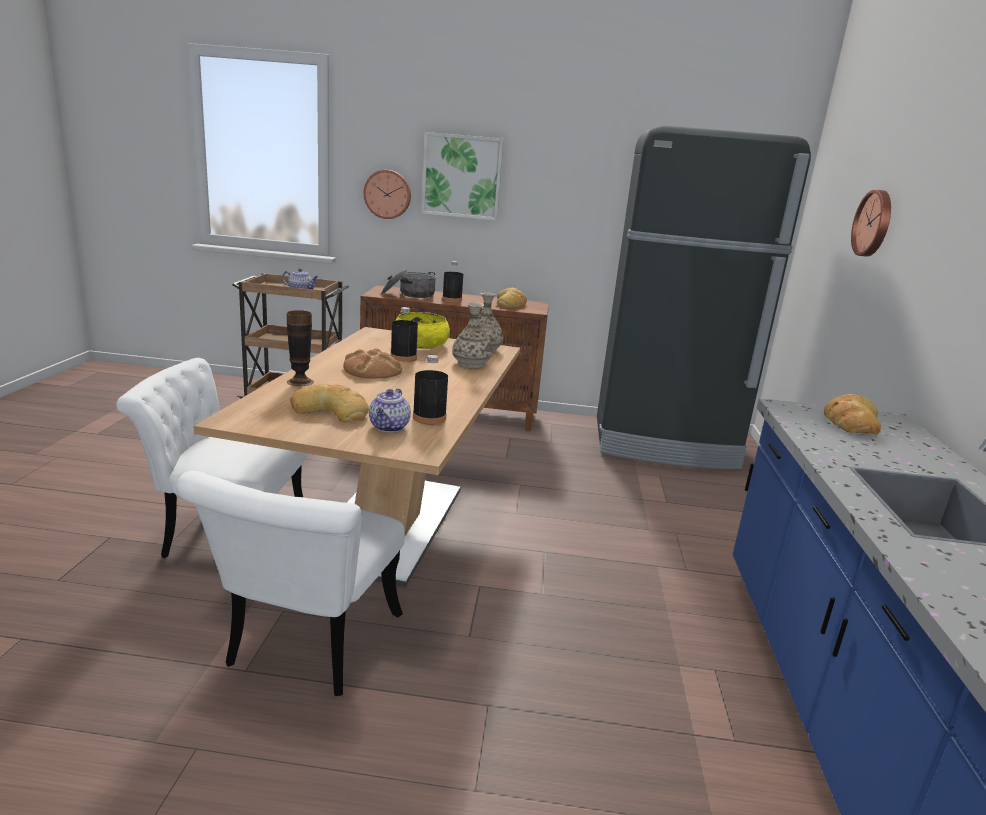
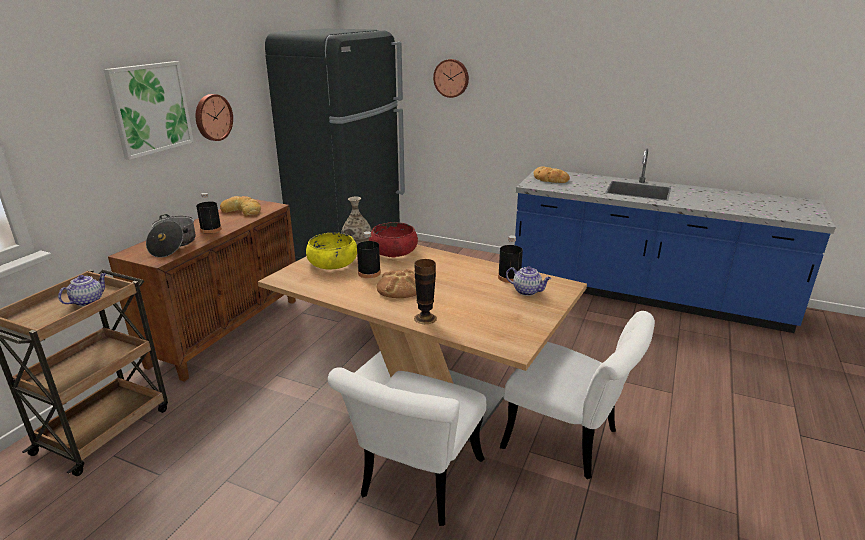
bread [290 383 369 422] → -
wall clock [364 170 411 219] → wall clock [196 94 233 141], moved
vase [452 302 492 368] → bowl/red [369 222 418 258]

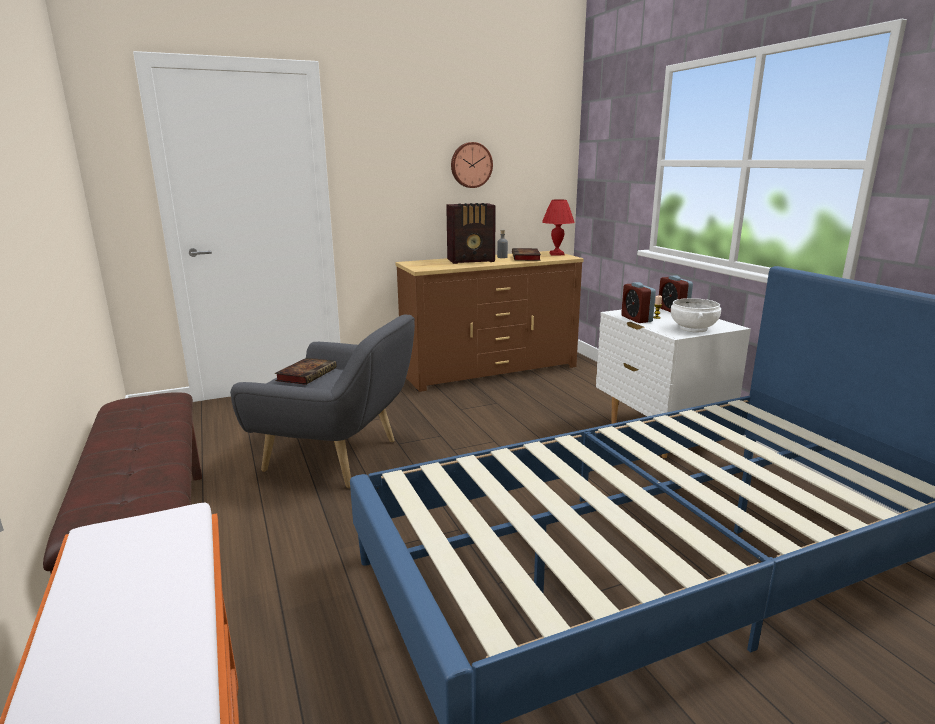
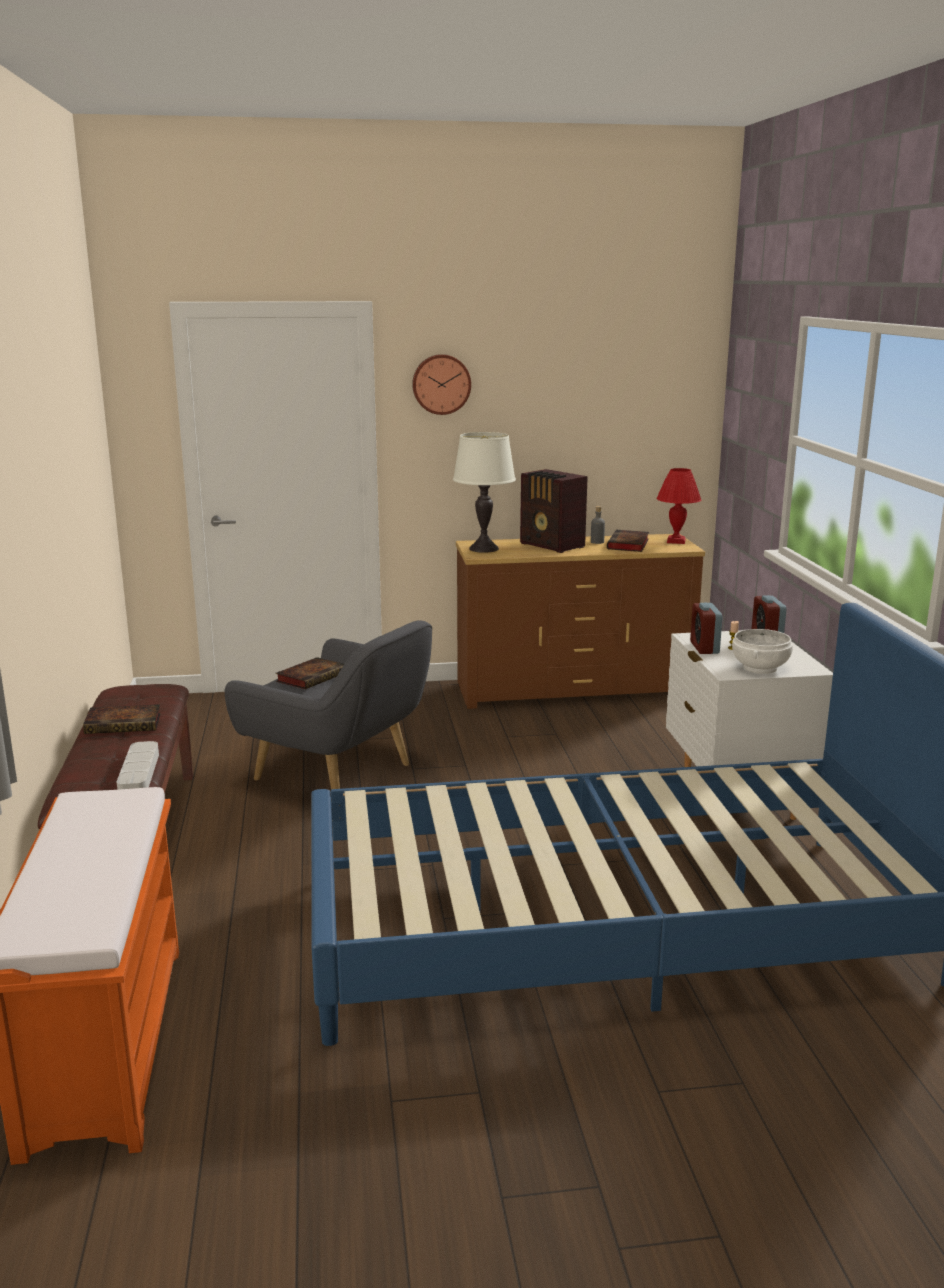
- → book [83 704 161 734]
- → tray/grey [117 741 159 790]
- → table lamp/white [453 432 516 553]
wall clock [451 142 493 188] → wall clock [412 354 471 415], moved
radio [446 203 496 264] → radio [520 469 588 553], 45 degrees clockwise

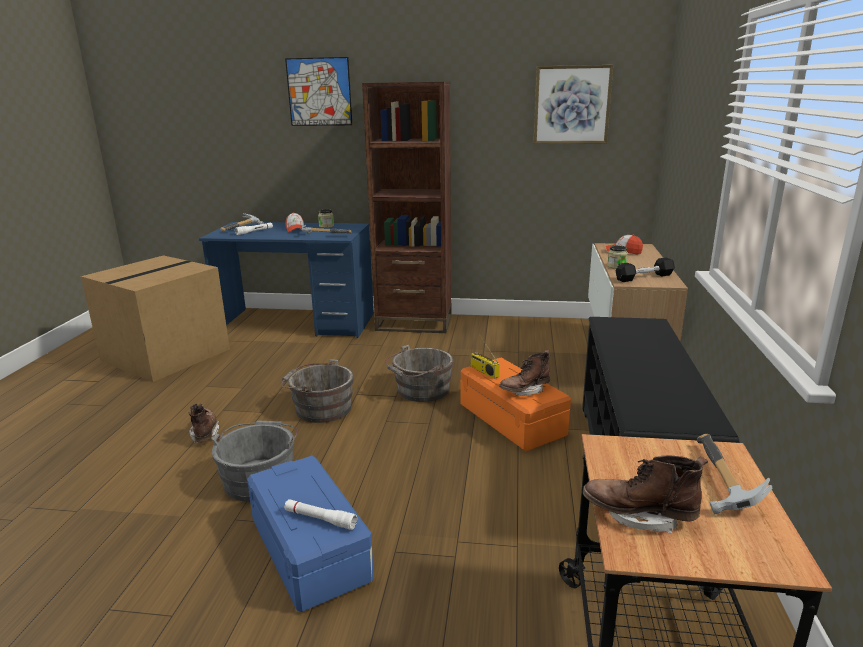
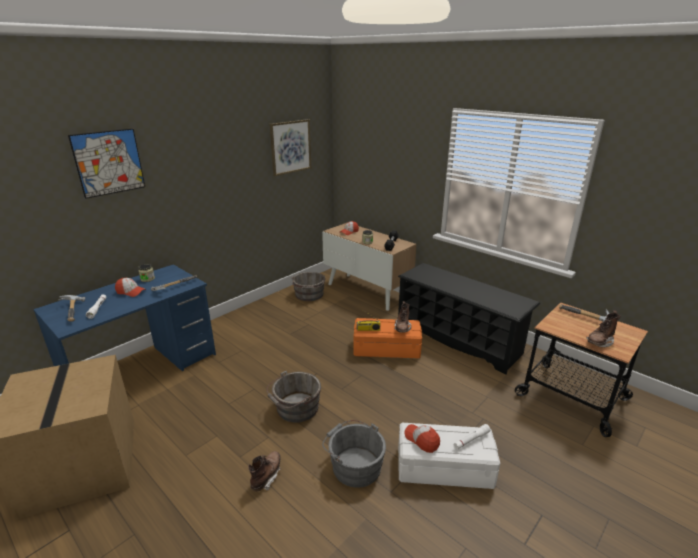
bookcase/brown [362 82 452 333] → -
- → cap [404 424 440 453]
bucket/grey [385 345 454 402] → bucket/grey [292 272 326 301], moved
storage box/blue [247 456 374 612] → storage box/white [398 423 500 489]
boot/brown [189 404 220 443] → boot/brown [248 451 281 491], 90 degrees clockwise

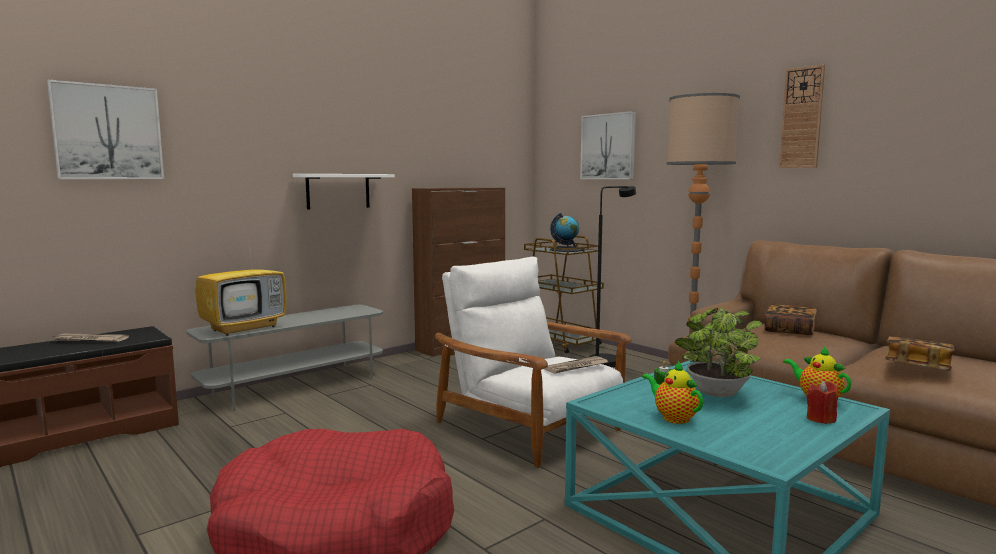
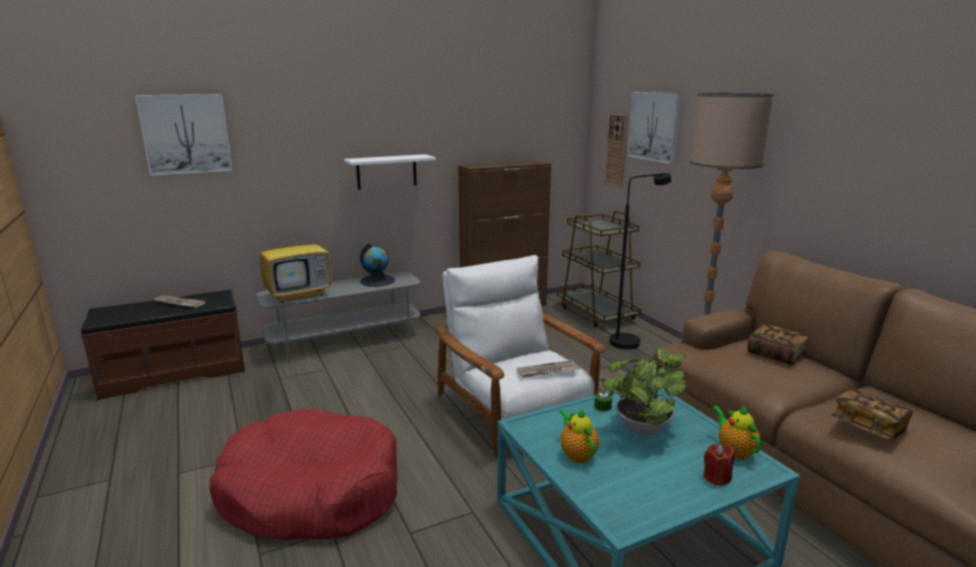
globe [550 213 583 252] → globe [360 244 395 287], moved
wall clock [779 64 825 168] → wall clock [605 114 628 188], moved

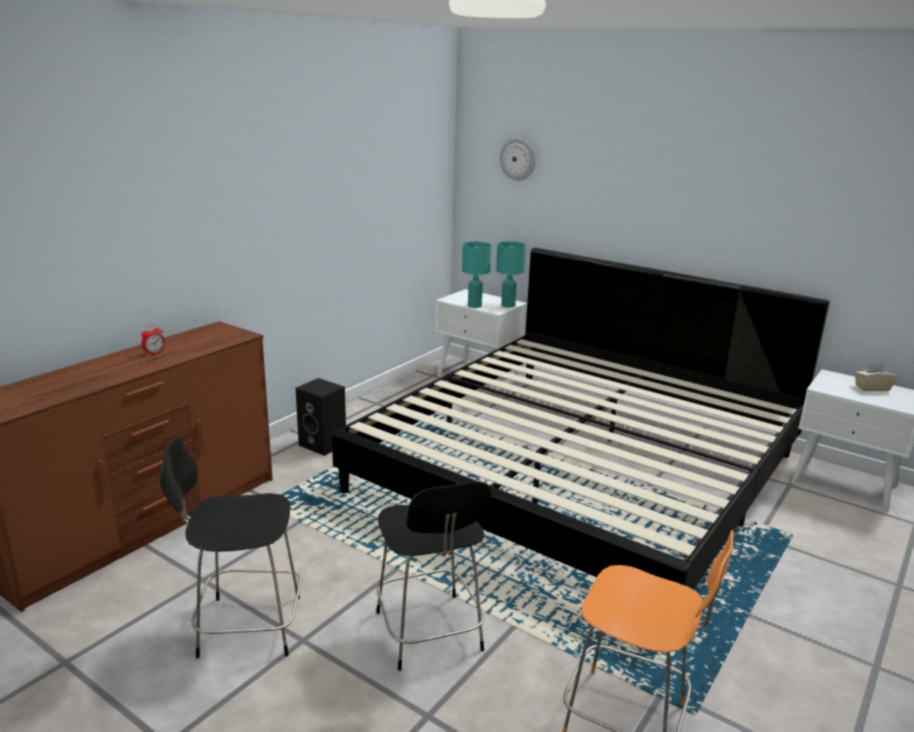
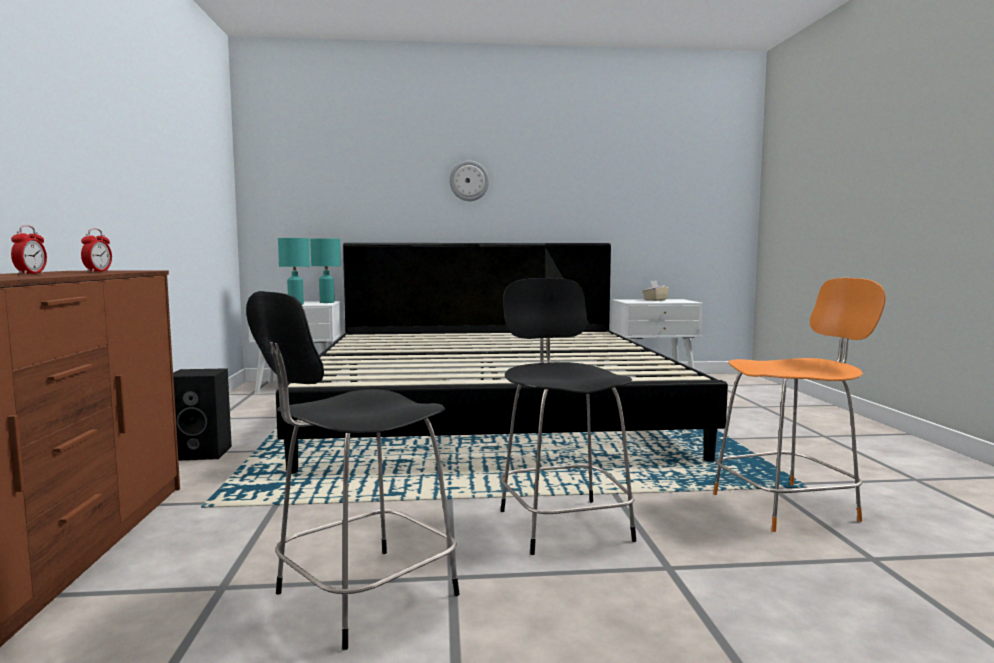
- → alarm clock [81 229 112 272]
wall clock [500 138 536 181] → wall clock [449 160 489 201], moved
chair/black [376 481 492 671] → chair/black [500 278 636 555], 135 degrees counterclockwise

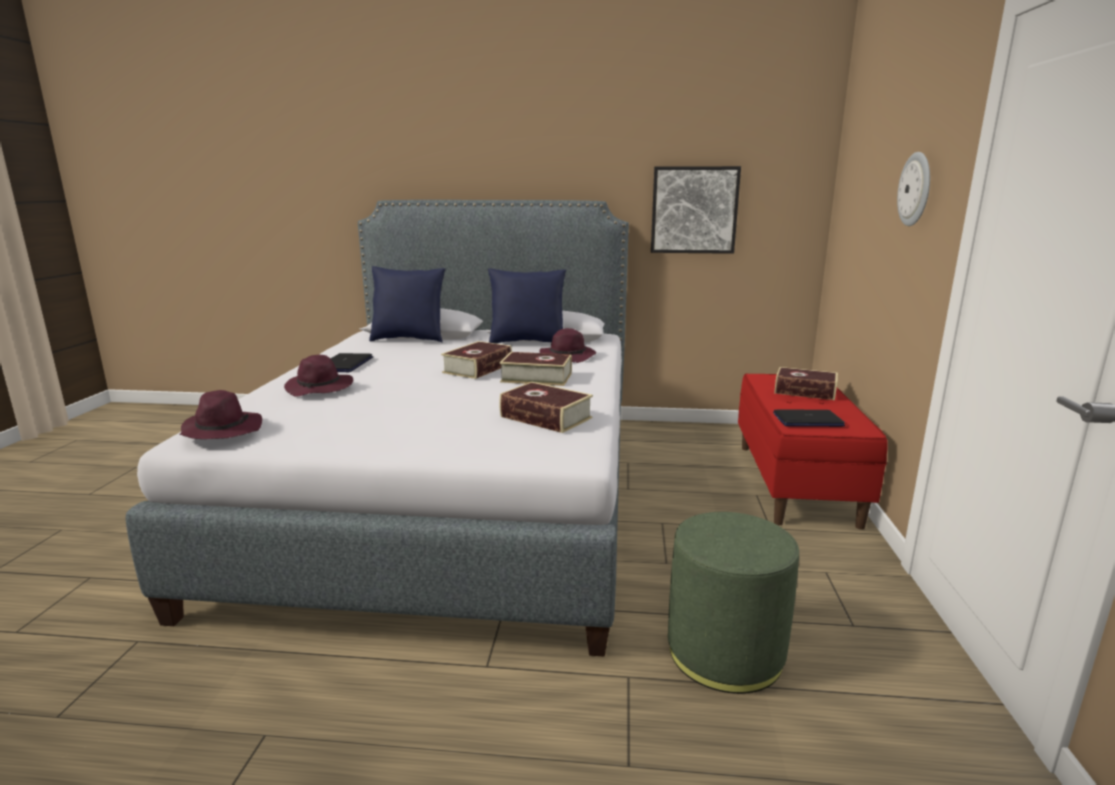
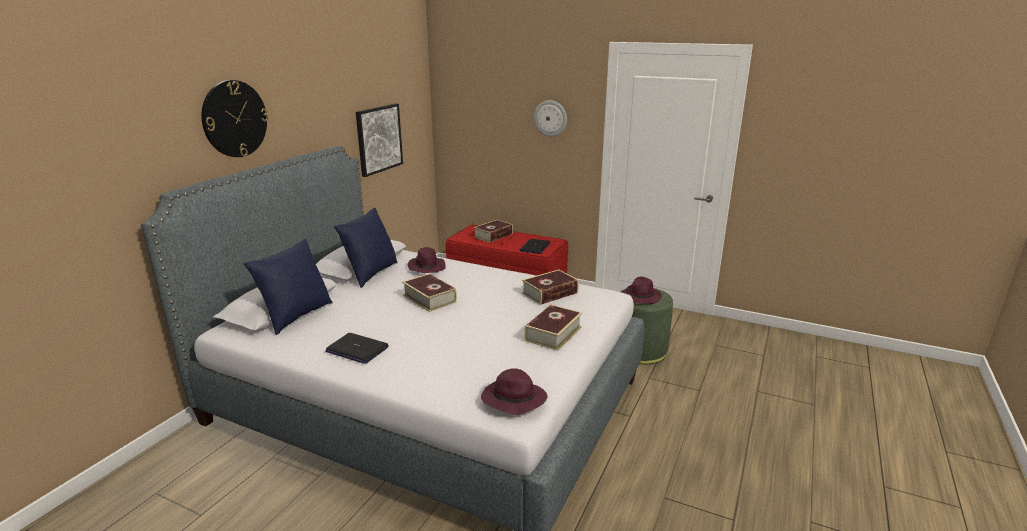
- → wall clock [201 80 268 157]
hat/purple [284 355 353 397] → hat/purple [621 276 662 304], moved
book [499 352 572 386] → book [524 305 582 351], moved

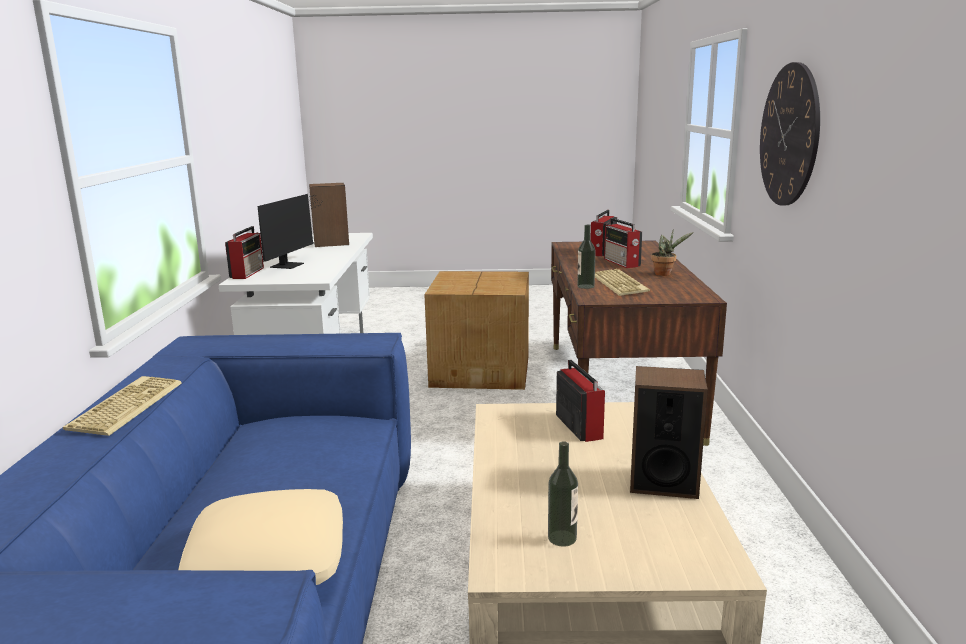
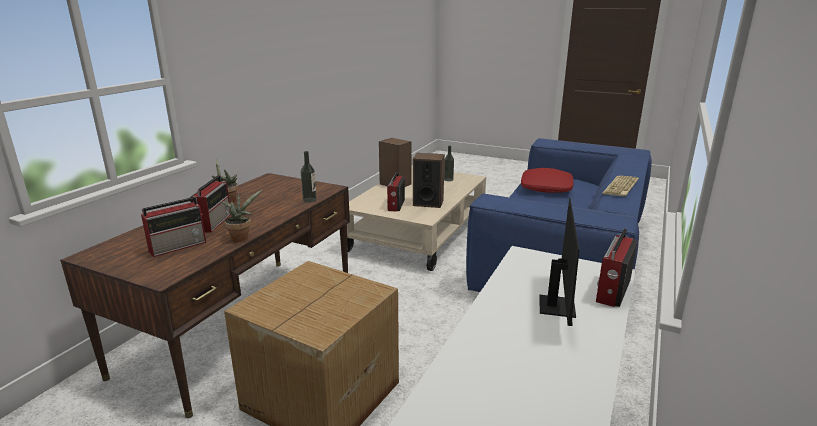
keyboard [595 269 650 296] → -
wall clock [760 62 820 206] → -
- → potted plant [220 190 262 242]
speaker [309 183 349 247] → speaker [413 153 445 208], moved
pillow/beige [178 489 343 585] → pillow/red [521 168 574 193]
monitor [257 194 321 269] → monitor [540 197 579 326], 150 degrees clockwise

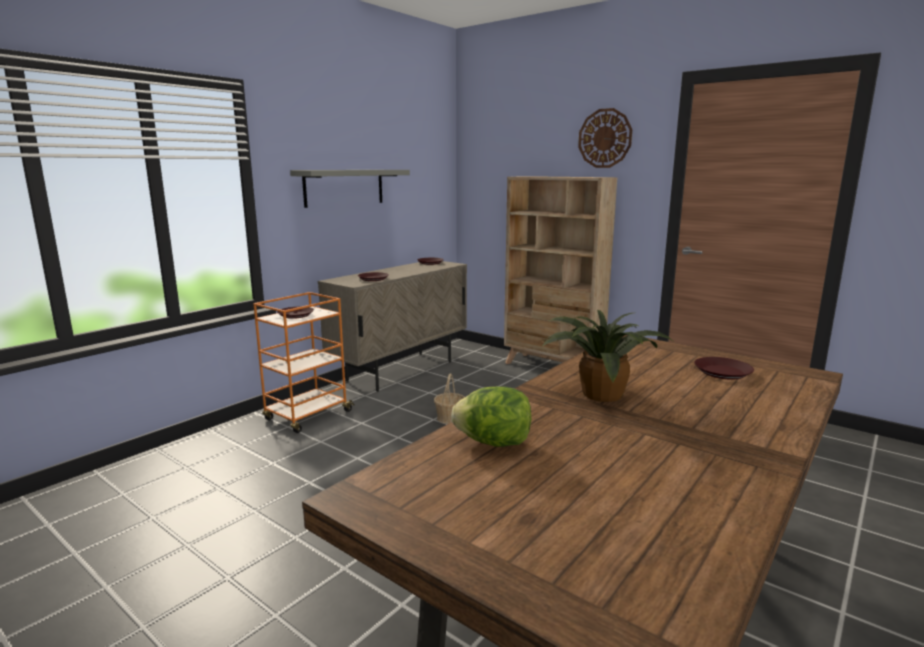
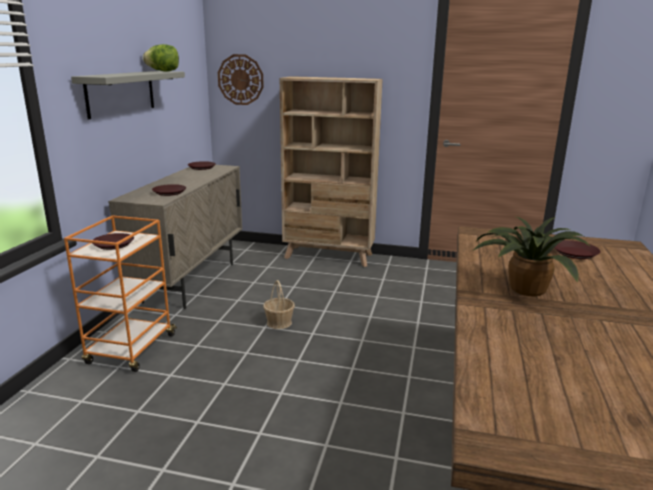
lettuce [451 387 531 447] → lettuce [143 44 179 71], moved
wall clock [578 108 632 168] → wall clock [218 54 264 105], moved

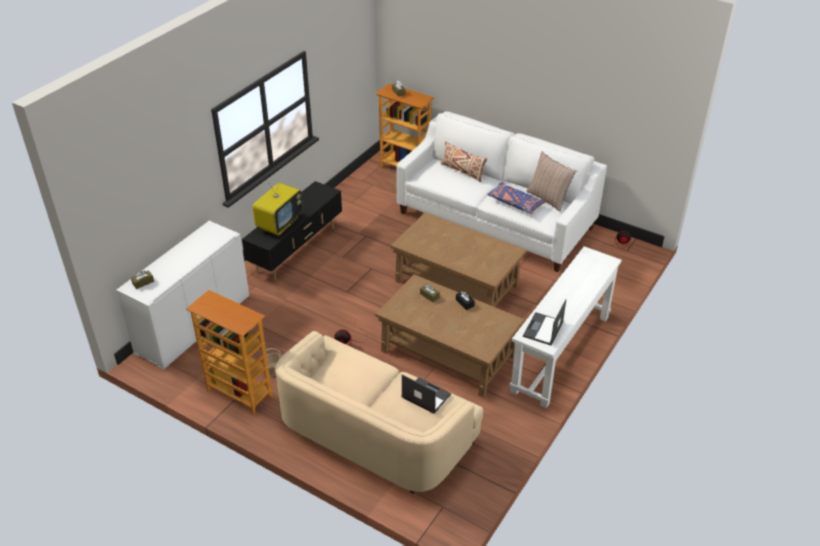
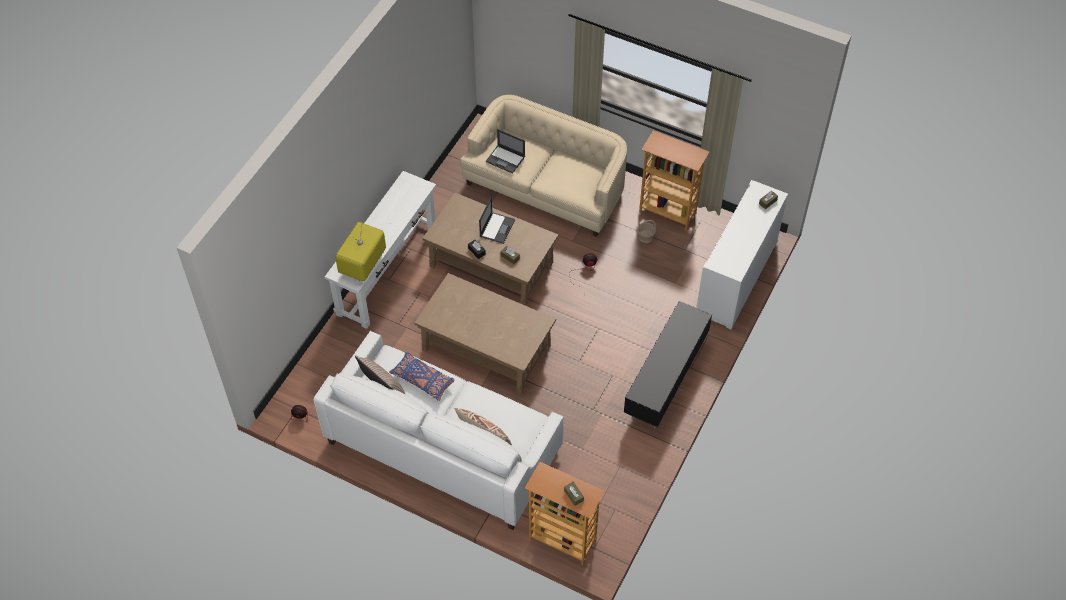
television [252 174 303 236] → television [335 222 386 281], moved
laptop [523 299 566 346] → laptop [479 197 515 244], moved

